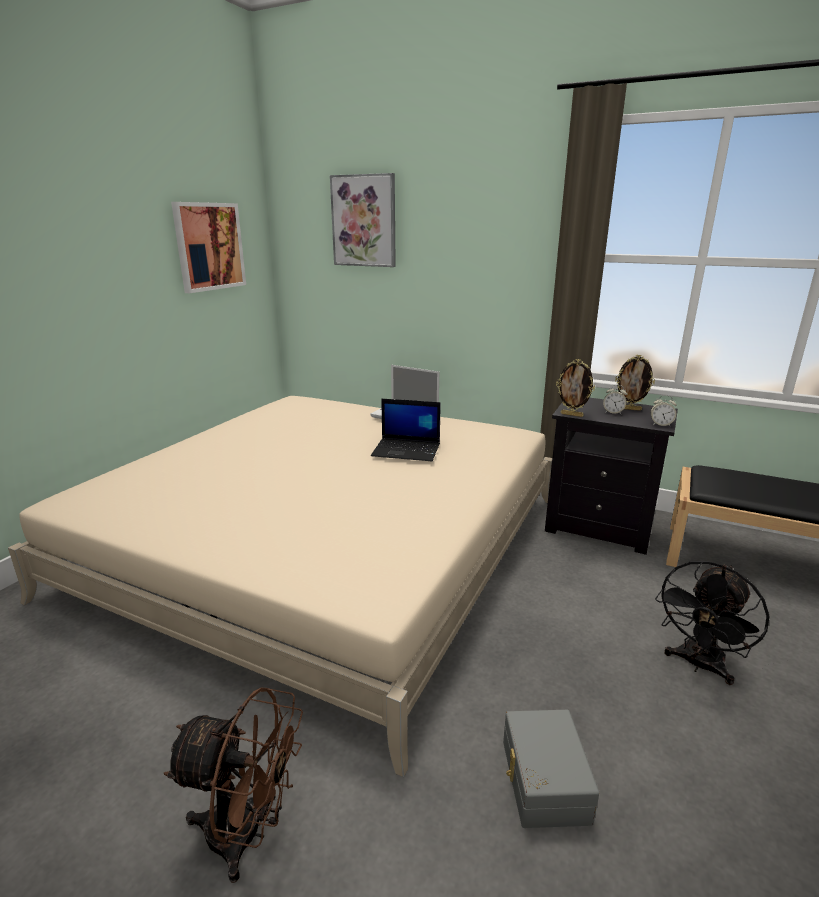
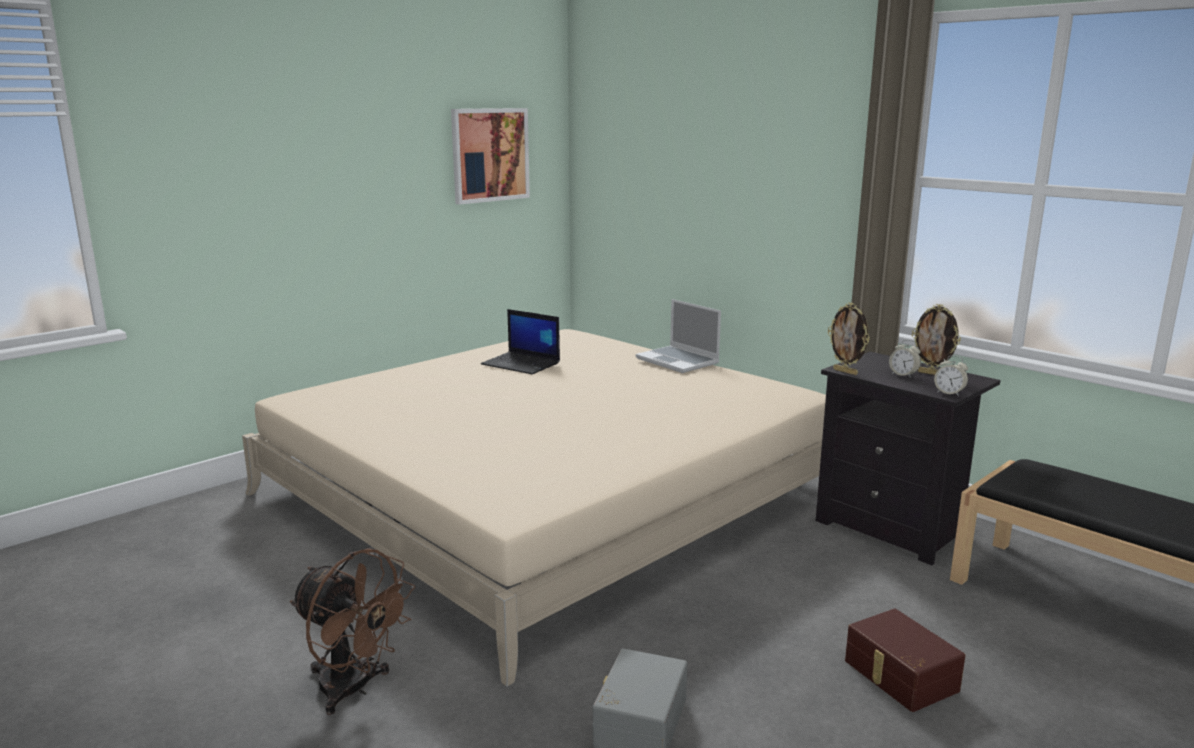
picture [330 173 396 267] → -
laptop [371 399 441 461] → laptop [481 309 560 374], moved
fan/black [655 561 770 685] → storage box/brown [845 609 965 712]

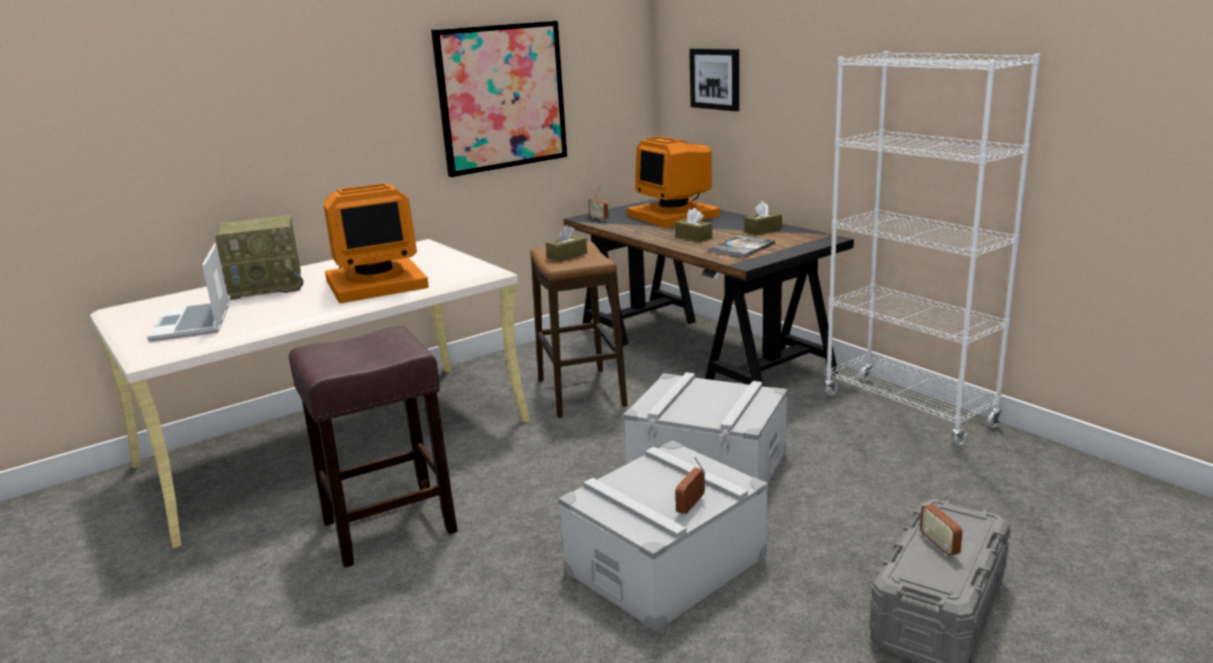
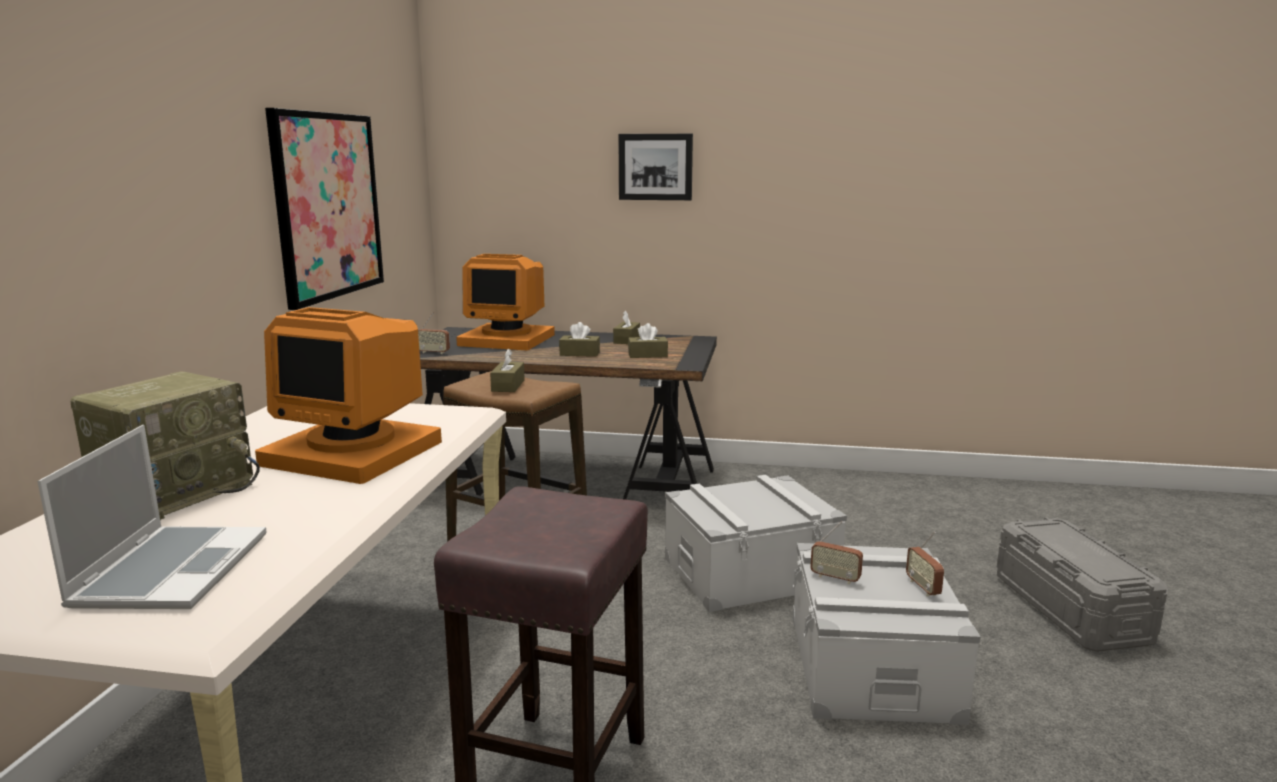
bookcase/white [825 51 1040 446] → -
picture [689 48 739 111] → picture [619 134 693 200], moved
radio [920 491 963 556] → radio [810 521 863 584], moved
book [707 236 775 257] → tissue box/brown [628 323 668 358]
laptop [147 243 230 342] → laptop [37 425 267 609], 120 degrees counterclockwise
monitor [323 183 429 303] → monitor [255 307 442 484], 90 degrees clockwise

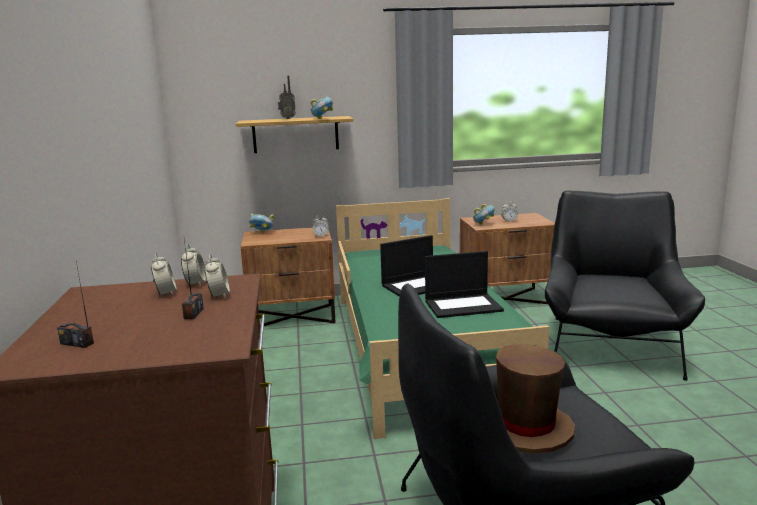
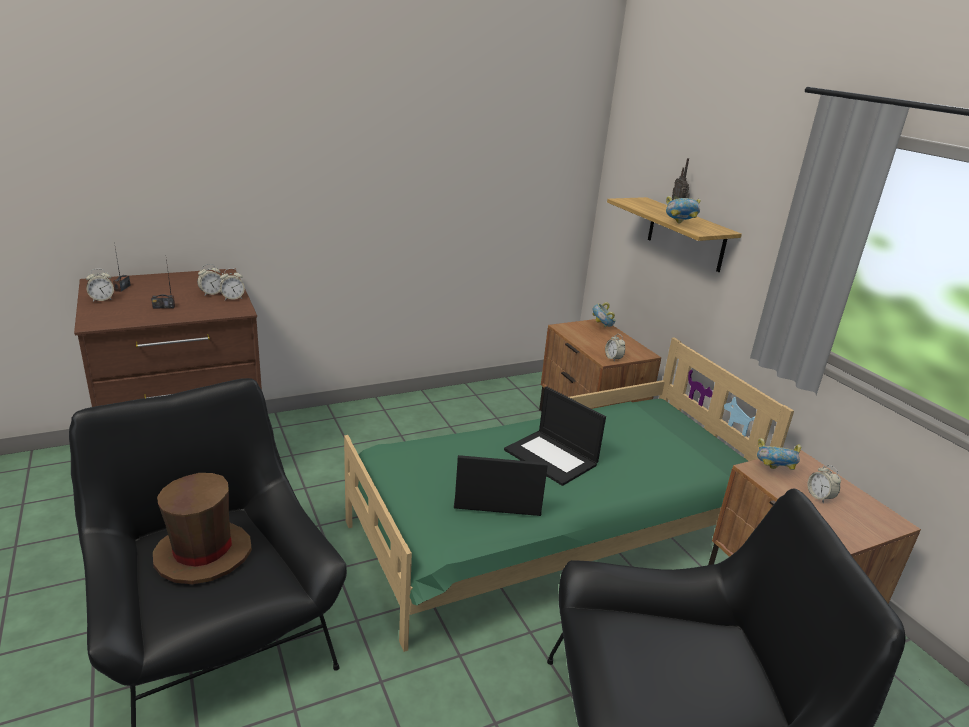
alarm clock [204 254 230 298] → alarm clock [86 268 114 302], moved
laptop [425 251 504 318] → laptop [454 455 548 516], 120 degrees clockwise

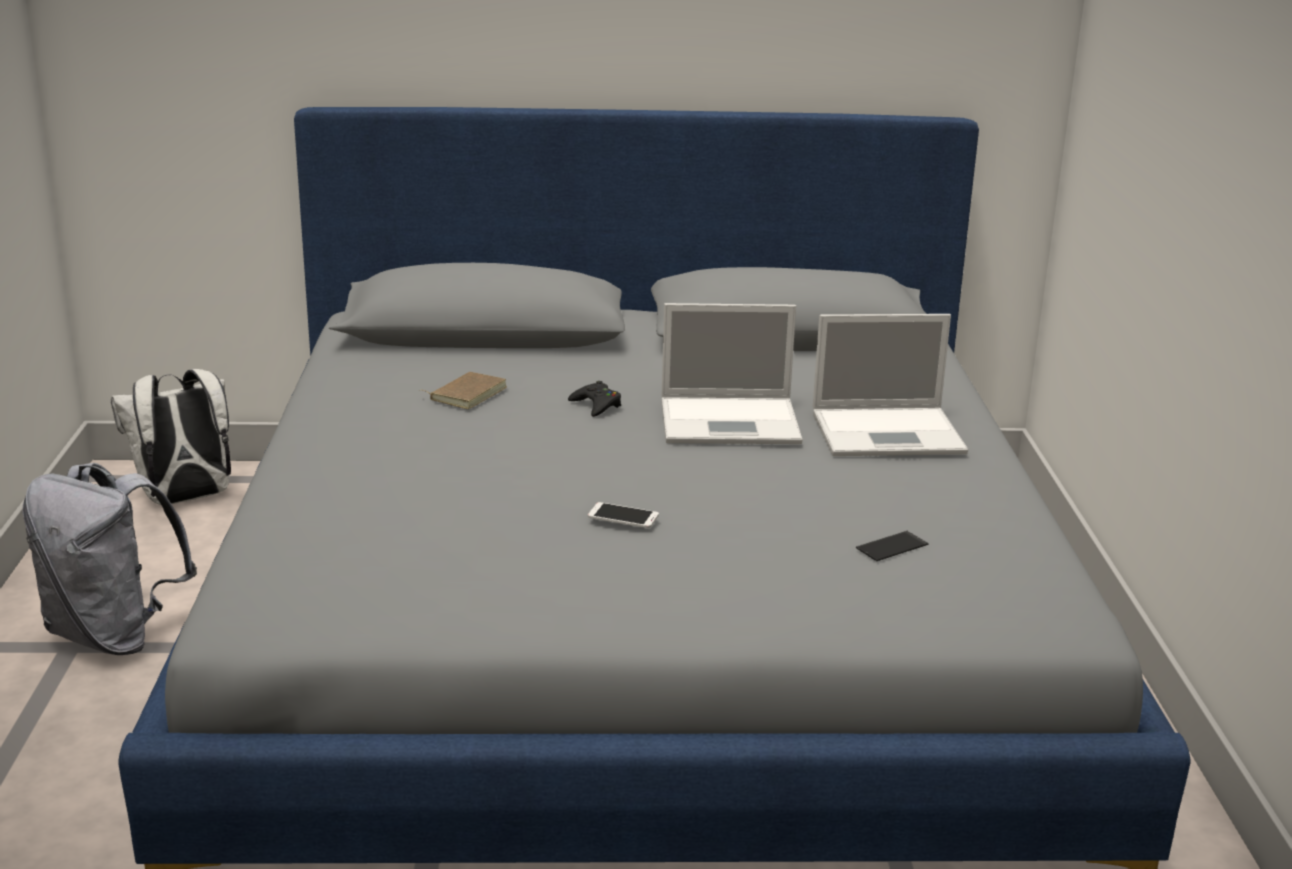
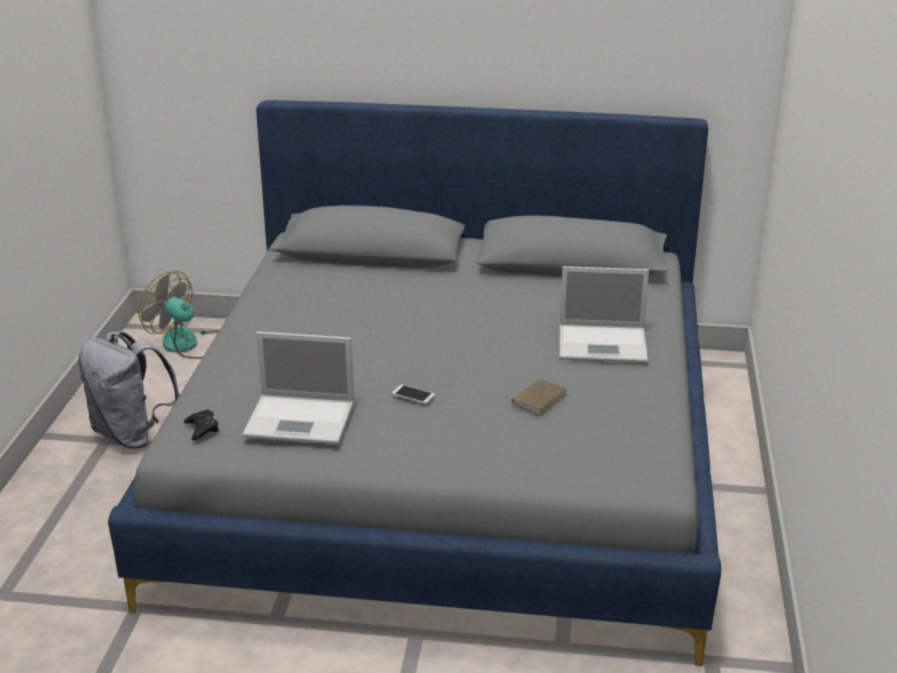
phone [856 531 929 561] → -
book/brown [419 372 507 409] → book/brown [503 379 567 414], moved
game controller/black [568 381 621 417] → game controller/black [184 409 219 441], moved
laptop [662 303 803 444] → laptop [242 332 354 445], moved
backpack/white [111 369 231 505] → fan [139 271 219 359]

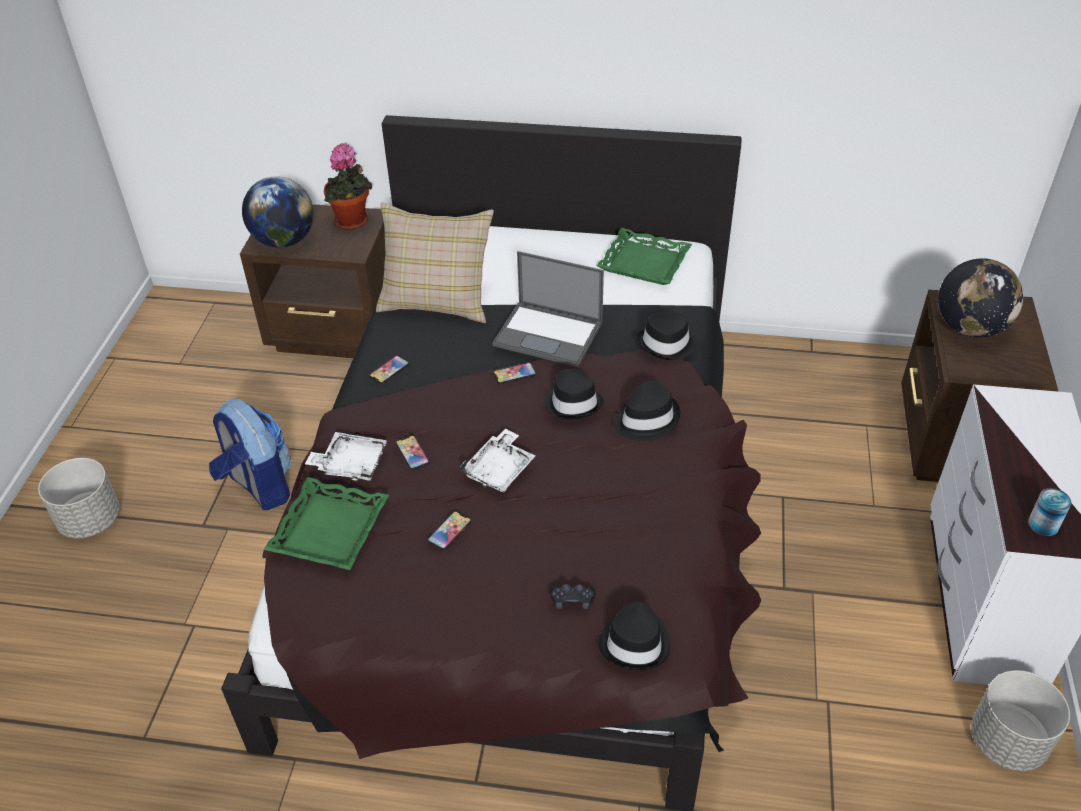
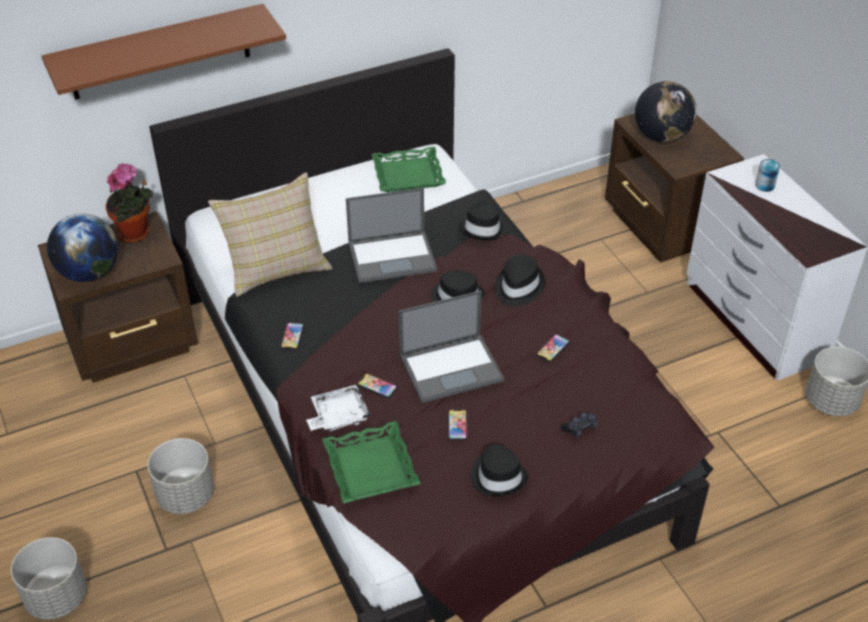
- → shelf/brown [42 4 286 100]
phone [493 362 536 384] → phone [537 334 570 362], moved
hat/black [598 602 671 670] → hat/black [471 445 528 496], moved
can [1028 488 1071 536] → can [755 159 780 192], moved
backpack [209 398 291 510] → planter/grey [148 438 214 514]
tray/white [460 429 536 492] → laptop [399 291 504 403]

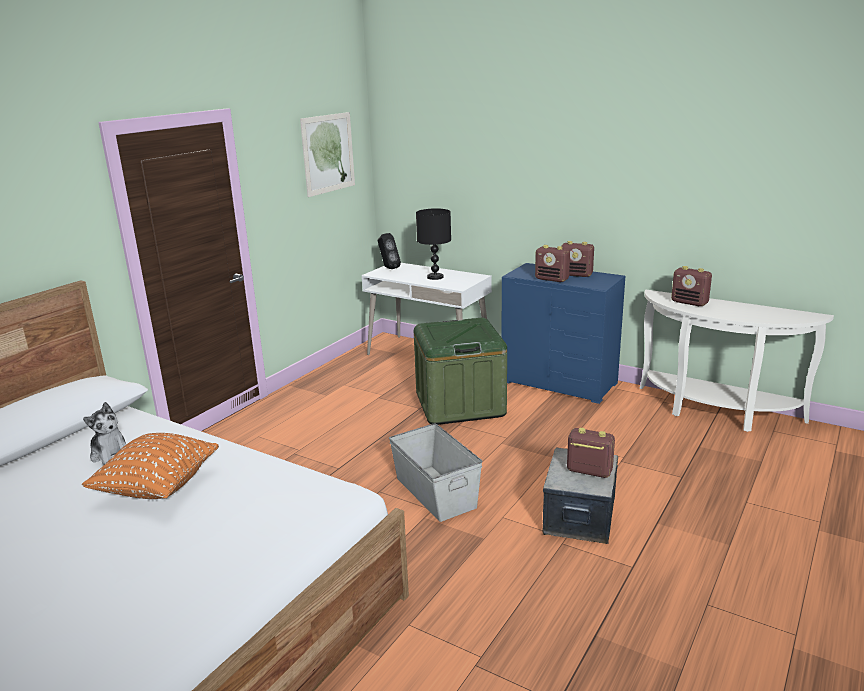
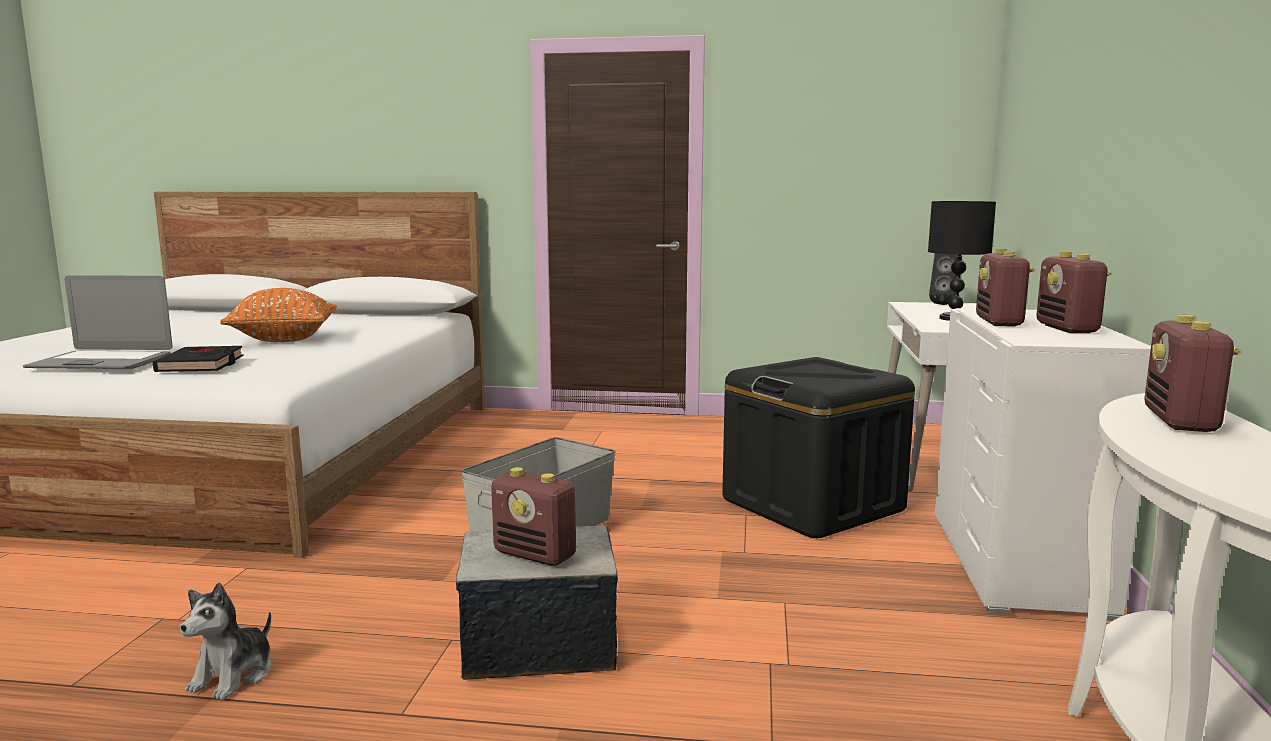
picture [300 112 355 197] → -
- → laptop [23 275 173 369]
- → book/black [152 346 244 372]
plush toy [83 402 126 465] → plush toy [180 582 271 700], moved
storage box/green [414 318 507 425] → storage box/black [722 357 915 538]
dresser/blue [501 263 625 404] → dresser/white [935 308 1151 621]
radio [567 428 615 478] → radio [491 467 576 566], 120 degrees clockwise

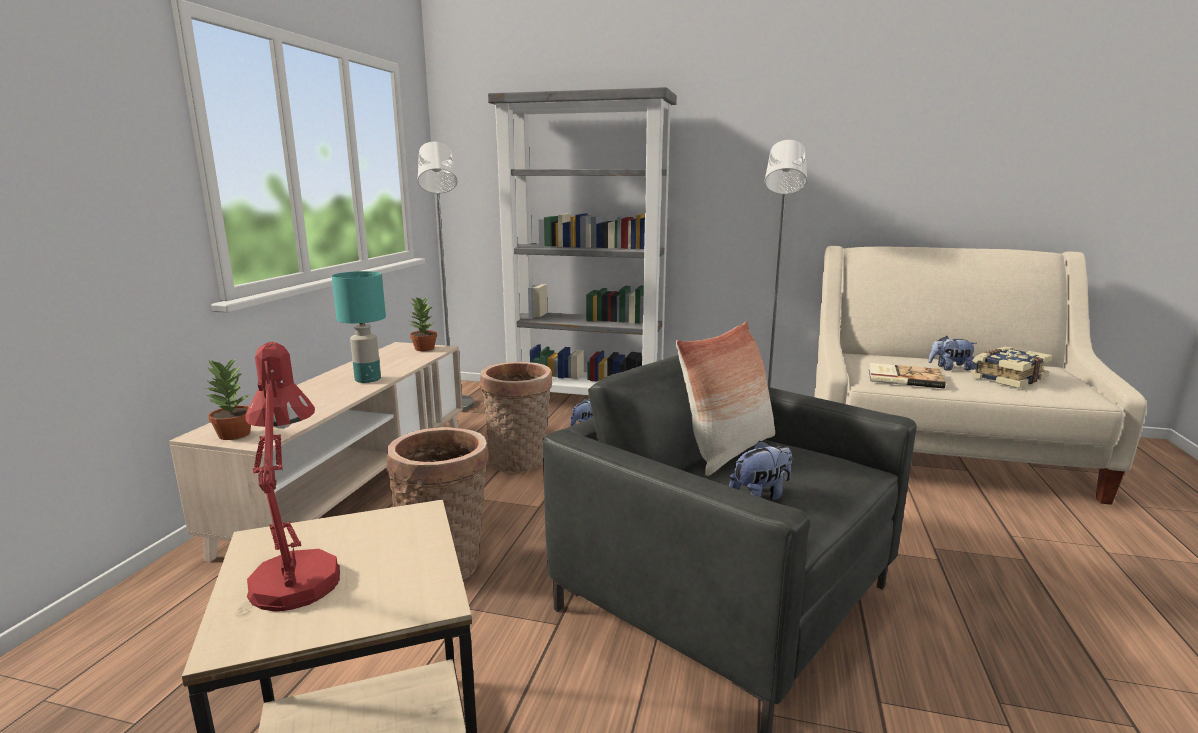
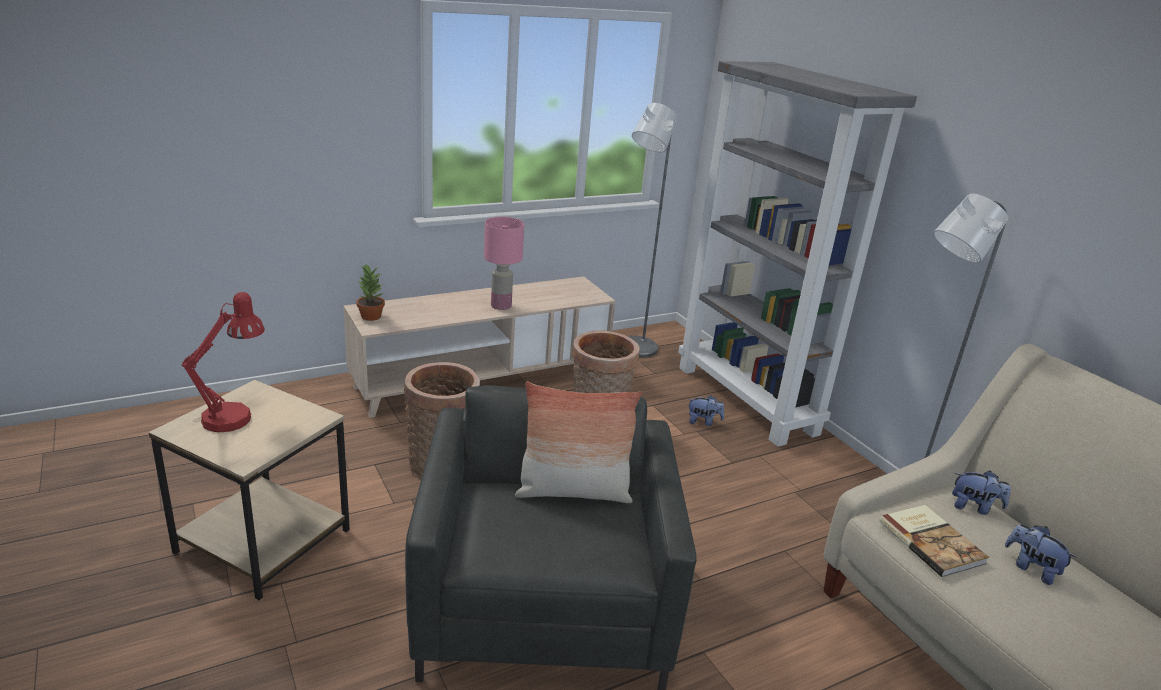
potted plant [409 296 437 351] → -
book [970 346 1052 388] → -
plush toy [729 440 792 500] → plush toy [952 471 1011 515], moved
table lamp/turquoise [332 271 386 383] → table lamp/pink [484 217 524 310]

